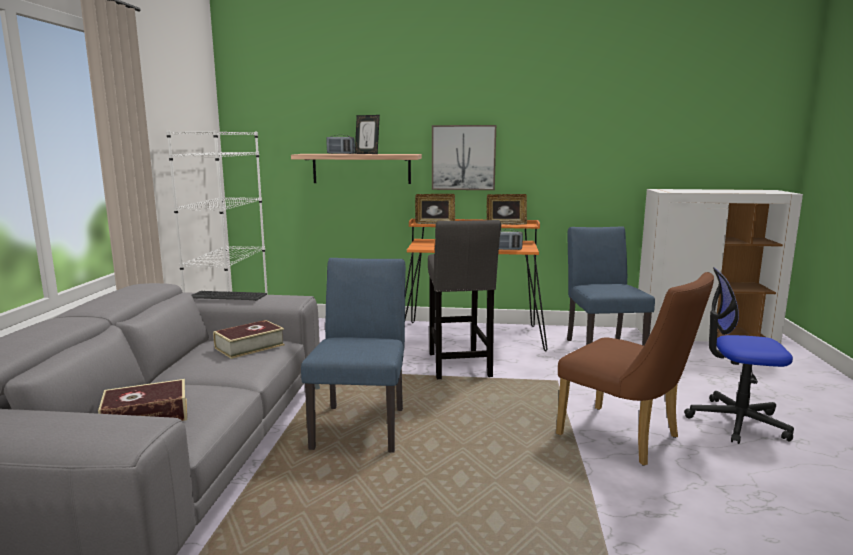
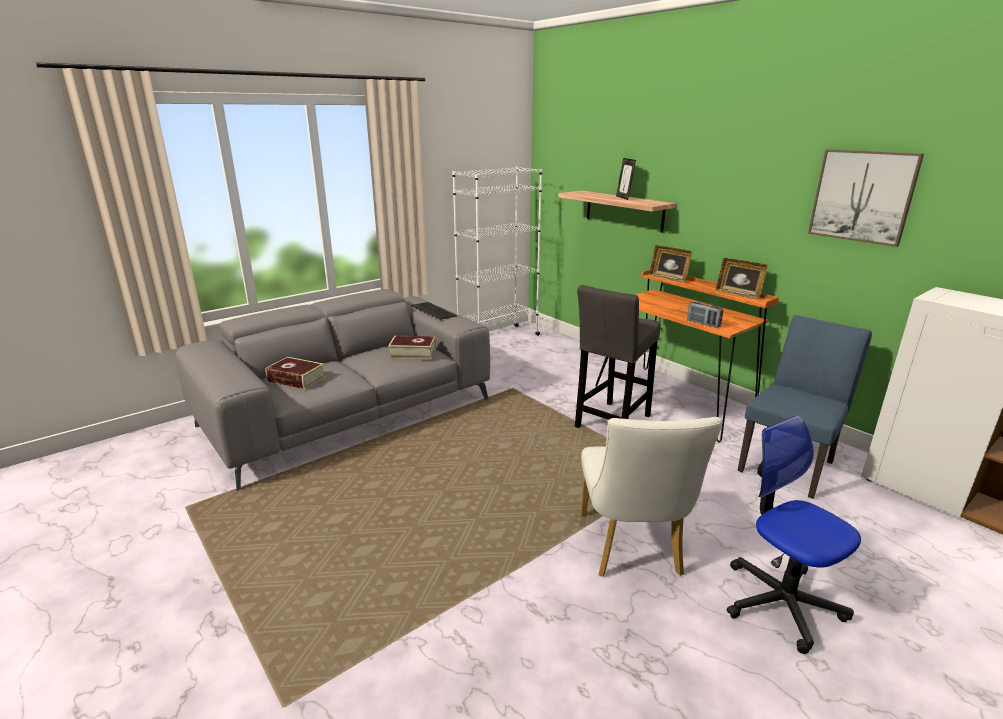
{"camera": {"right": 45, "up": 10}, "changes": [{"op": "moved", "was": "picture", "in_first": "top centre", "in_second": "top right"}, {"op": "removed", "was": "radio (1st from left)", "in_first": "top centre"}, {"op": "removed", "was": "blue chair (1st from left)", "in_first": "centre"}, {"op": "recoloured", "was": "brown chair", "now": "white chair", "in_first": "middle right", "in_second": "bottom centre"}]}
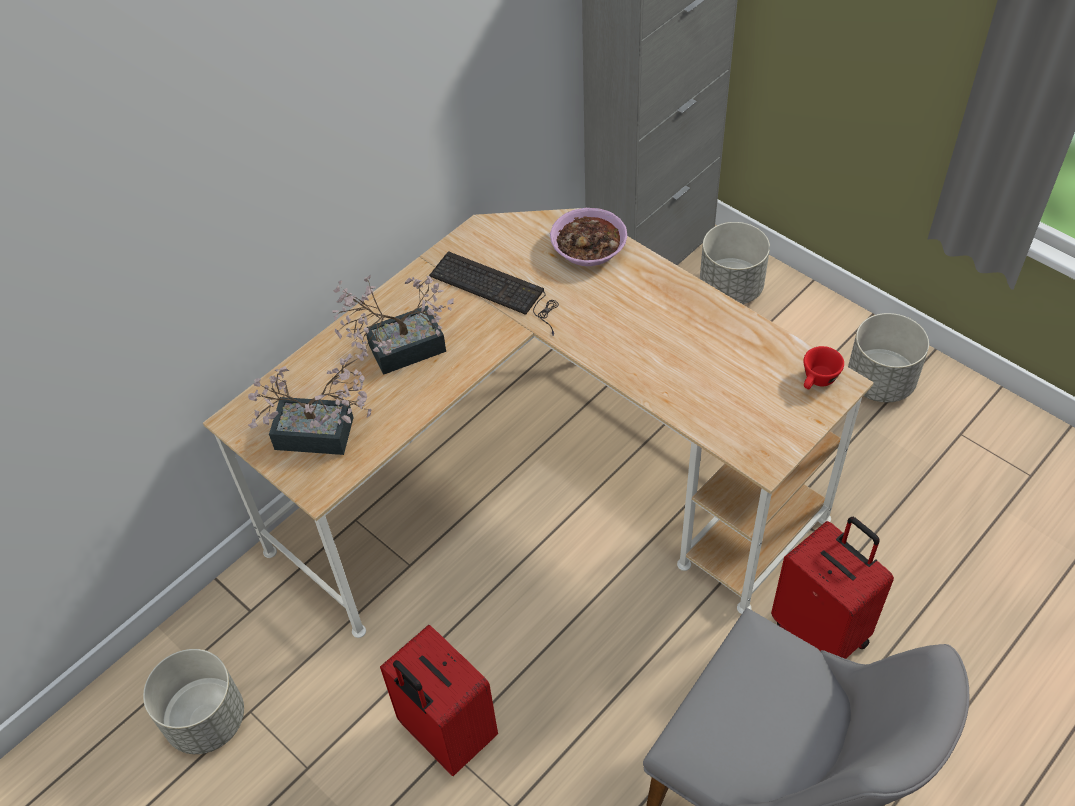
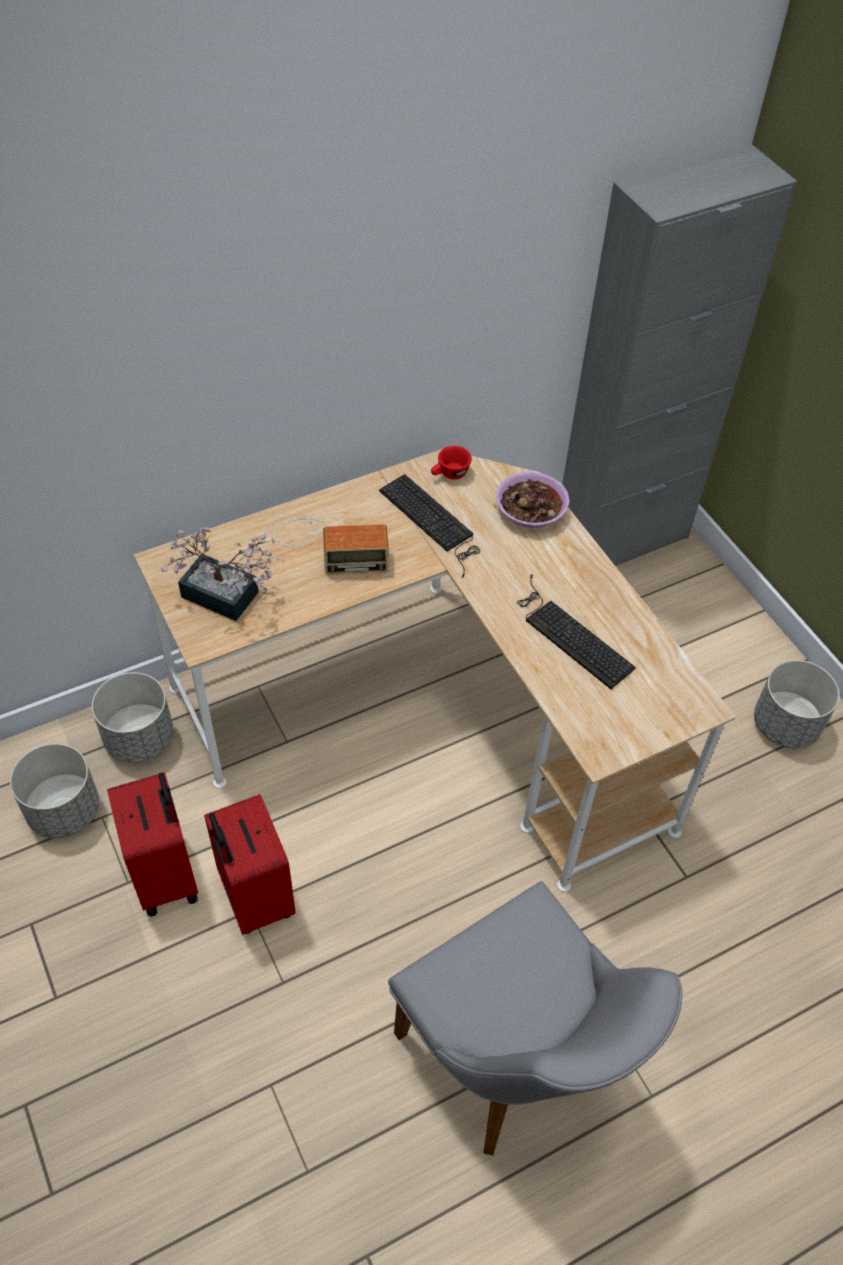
{"camera": {"right": 15, "up": 0}, "changes": [{"op": "moved", "was": "grey planter (2nd from left)", "in_first": "top right", "in_second": "middle left"}, {"op": "replaced", "was": "potted plant (2nd from left)", "now": "radio", "in_first": "centre", "in_second": "centre"}, {"op": "moved", "was": "red cup", "in_first": "middle right", "in_second": "centre"}, {"op": "moved", "was": "red suitcase (2nd from left in the first image)", "now": "red suitcase (1st from left)", "in_first": "bottom right", "in_second": "bottom left"}, {"op": "added", "now": "keyboard (2nd from left)", "in_second": "middle right"}]}
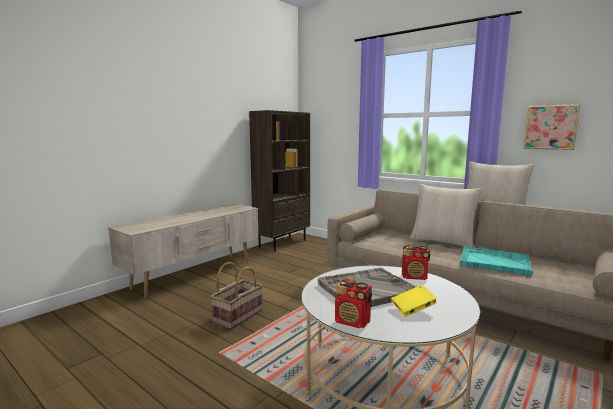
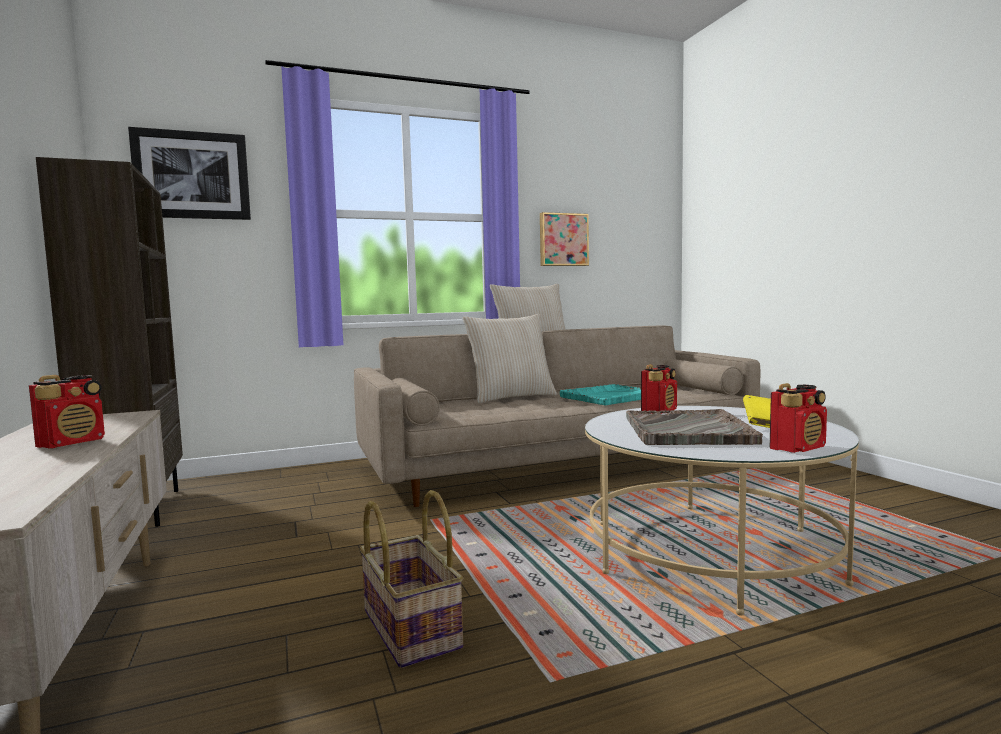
{"camera": {"right": -60, "up": -5}, "changes": [{"op": "added", "now": "picture (1st from left)", "in_second": "top left"}, {"op": "added", "now": "radio (1st from left)", "in_second": "middle left"}]}
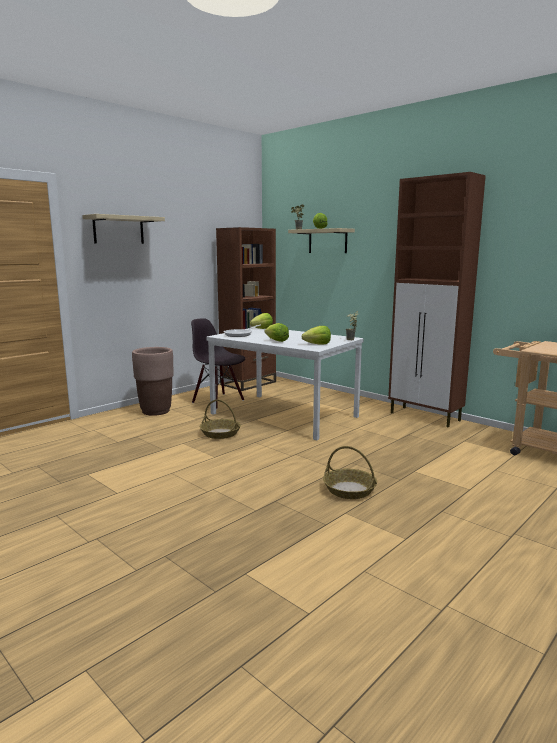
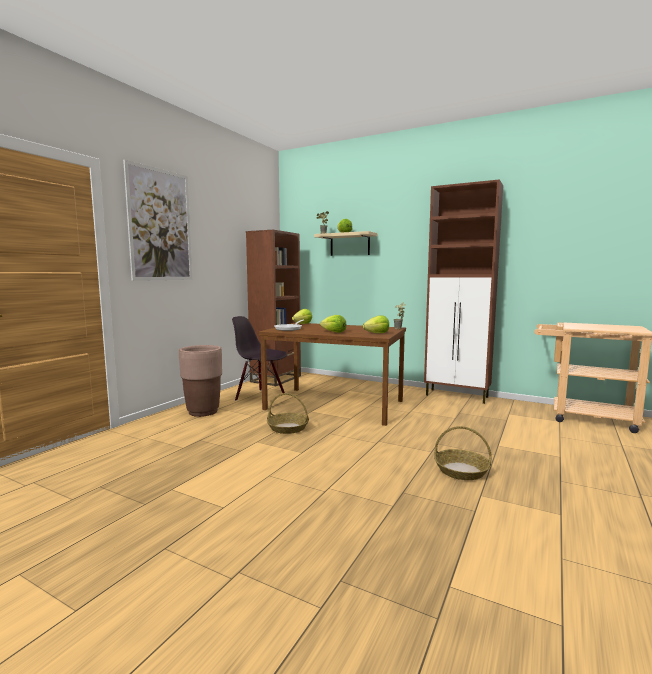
{"camera": {"right": -15, "up": -5}, "changes": [{"op": "replaced", "was": "beige shelf (1st from left)", "now": "picture", "in_first": "top left", "in_second": "top left"}, {"op": "recoloured", "was": "white dining table", "now": "brown dining table", "in_first": "centre", "in_second": "centre"}]}
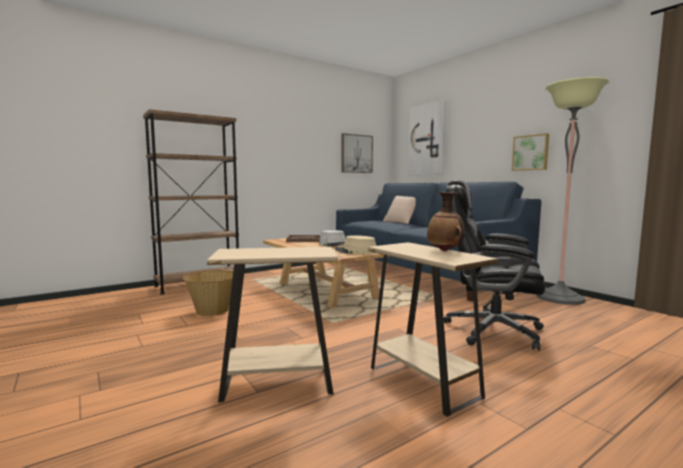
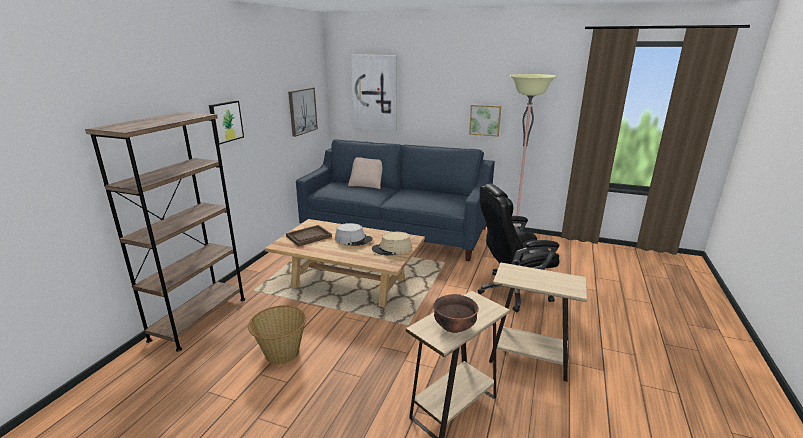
{"camera": {"right": -35, "up": 15}, "changes": [{"op": "removed", "was": "vase", "in_first": "centre"}, {"op": "added", "now": "picture (1st from left)", "in_second": "top left"}, {"op": "added", "now": "brown bowl", "in_second": "bottom centre"}]}
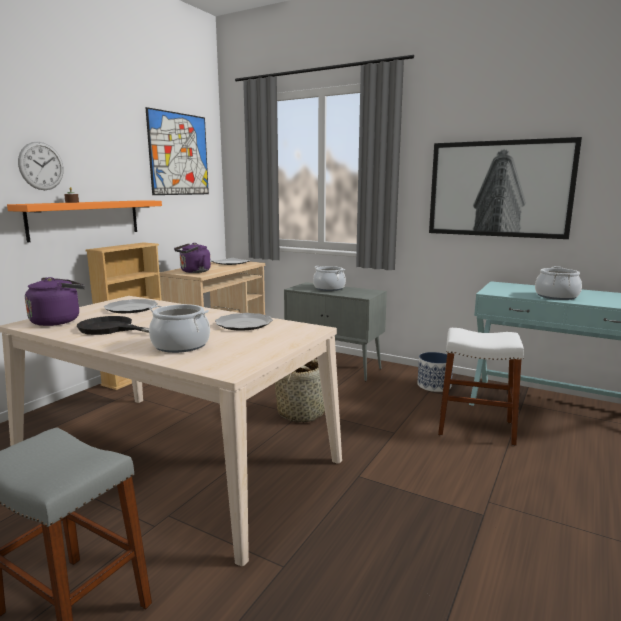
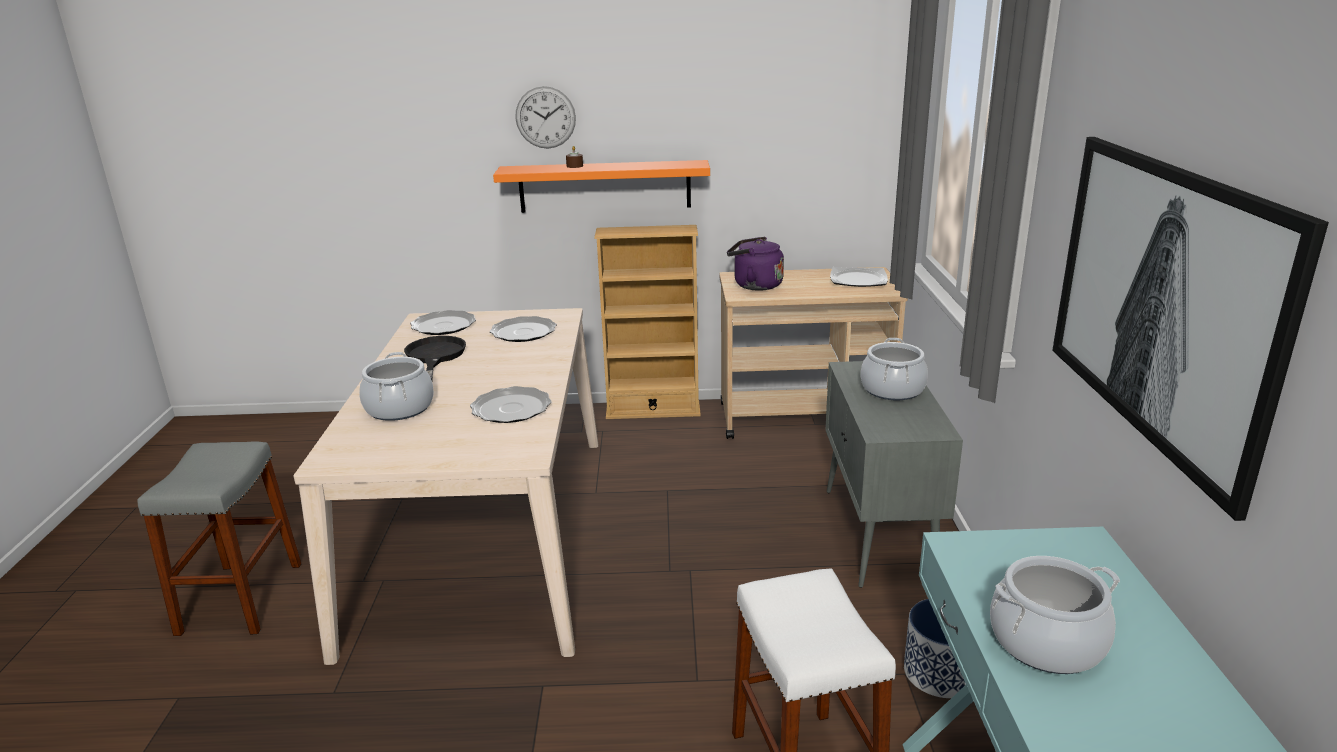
{"camera": {"right": 60, "up": 10}, "changes": [{"op": "removed", "was": "picture (1st from left)", "in_first": "top left"}, {"op": "replaced", "was": "purple kettle (1st from left)", "now": "plate (1st from left)", "in_first": "middle left", "in_second": "middle left"}, {"op": "removed", "was": "basket", "in_first": "centre"}]}
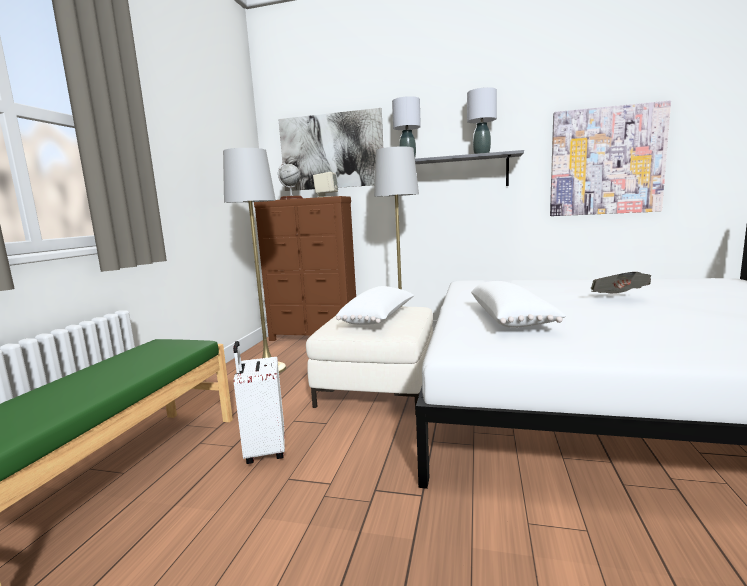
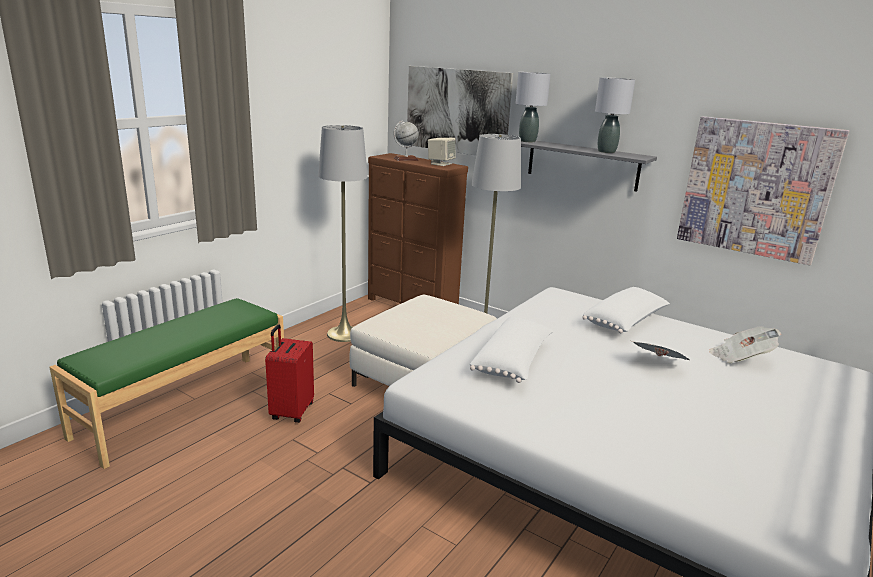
{"camera": {"right": 20, "up": 10}, "changes": [{"op": "moved", "was": "white pillow (1st from left in the first image)", "now": "white pillow (2nd from left)", "in_first": "centre", "in_second": "middle right"}, {"op": "recoloured", "was": "white suitcase", "now": "red suitcase", "in_first": "bottom centre", "in_second": "middle left"}, {"op": "added", "now": "newspaper (2nd from left)", "in_second": "middle right"}]}
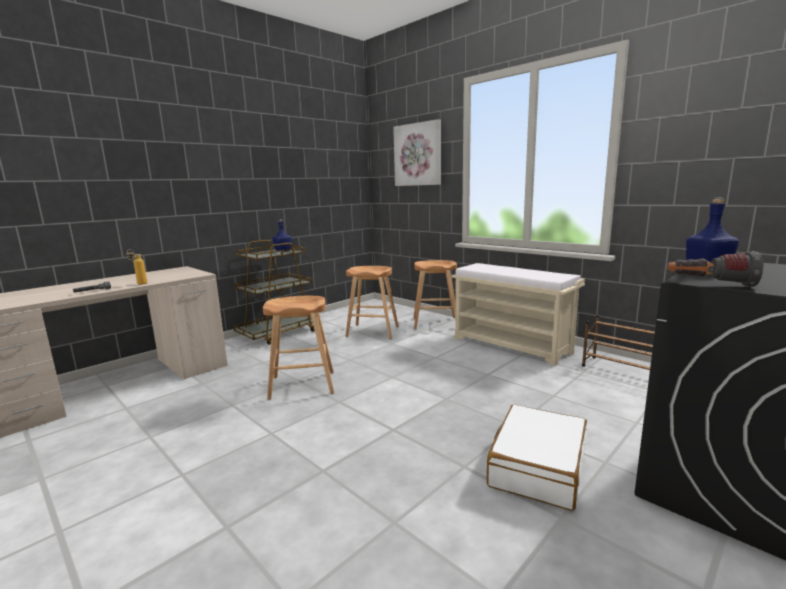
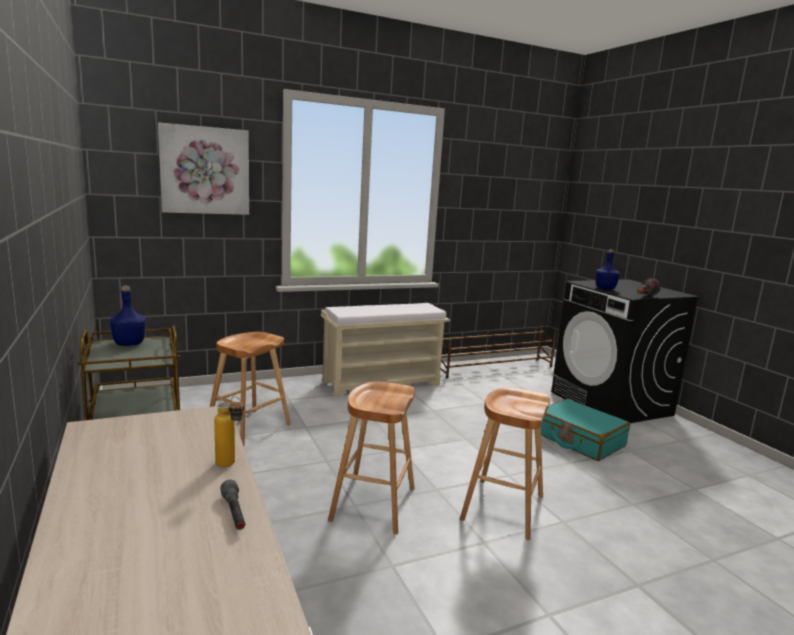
{"camera": {"right": -70, "up": 0}, "changes": [{"op": "moved", "was": "brown stool (3rd from left)", "in_first": "centre", "in_second": "bottom centre"}, {"op": "recoloured", "was": "white suitcase", "now": "turquoise suitcase", "in_first": "bottom right", "in_second": "bottom right"}]}
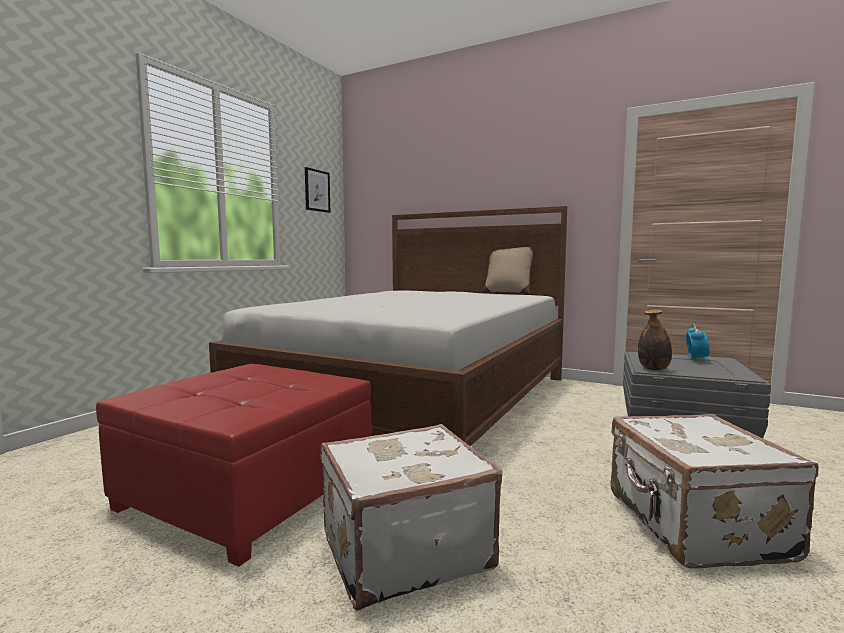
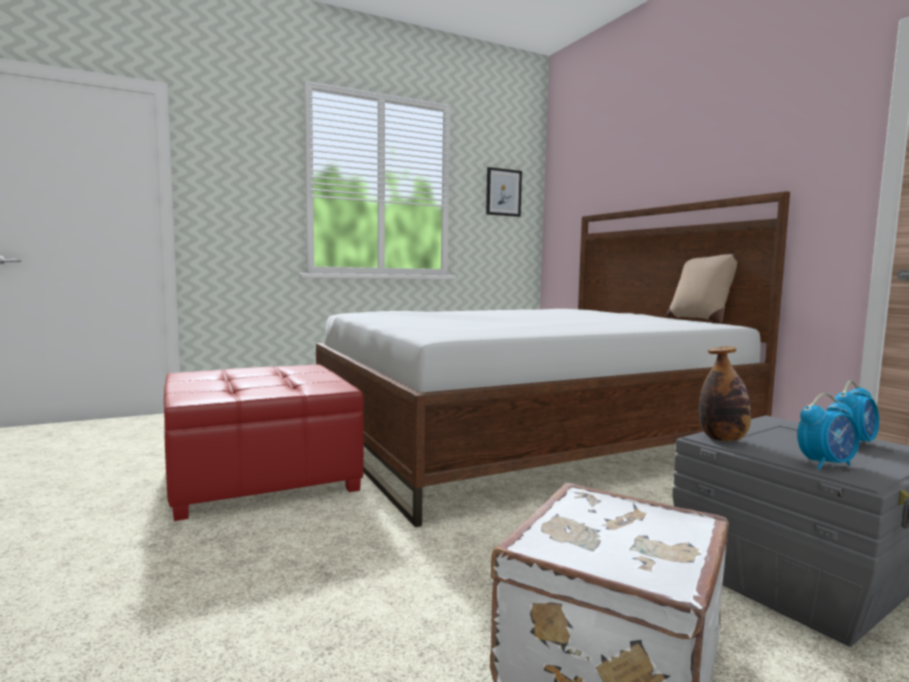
{"camera": {"right": 35, "up": 0}, "changes": [{"op": "removed", "was": "white suitcase (1st from left)", "in_first": "bottom centre"}, {"op": "added", "now": "alarm clock (1st from left)", "in_second": "middle right"}]}
